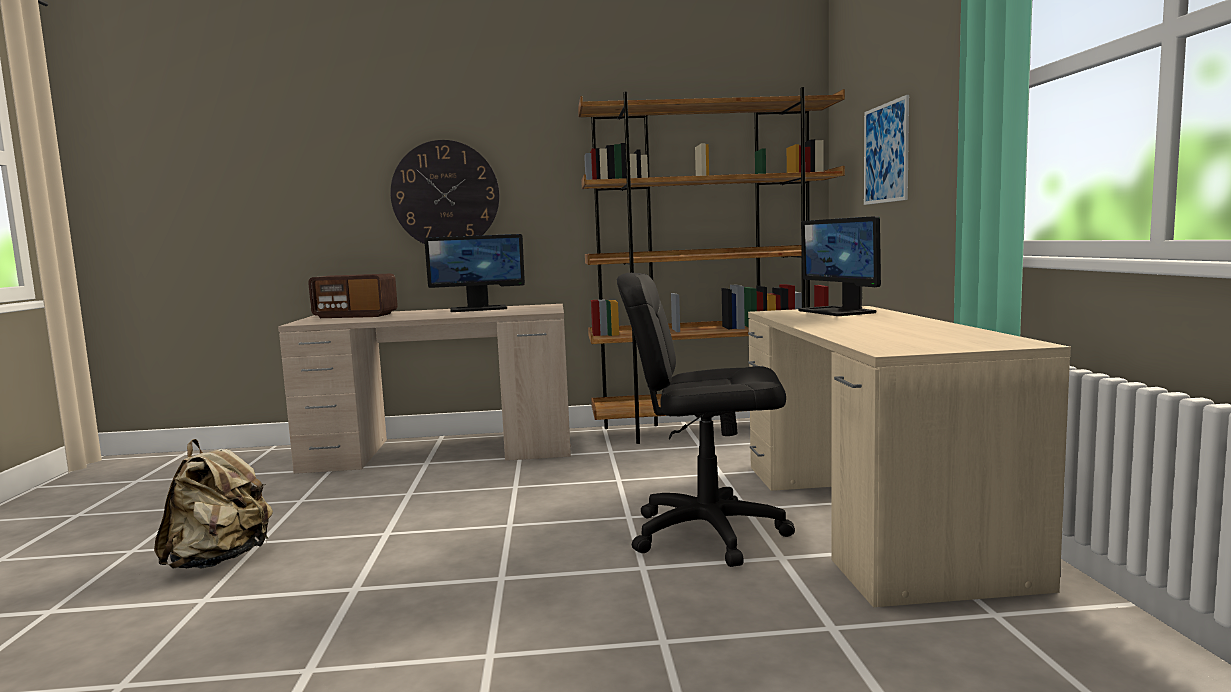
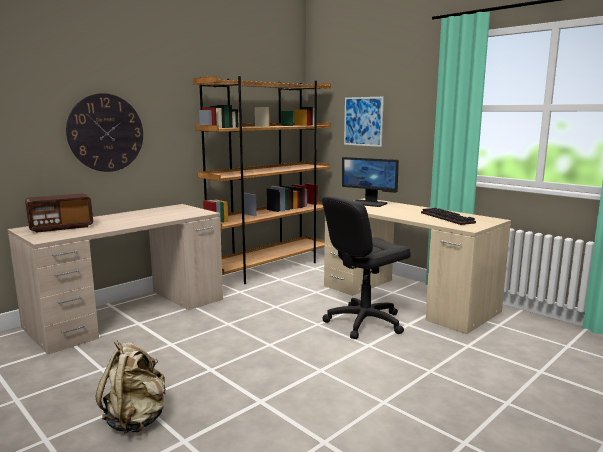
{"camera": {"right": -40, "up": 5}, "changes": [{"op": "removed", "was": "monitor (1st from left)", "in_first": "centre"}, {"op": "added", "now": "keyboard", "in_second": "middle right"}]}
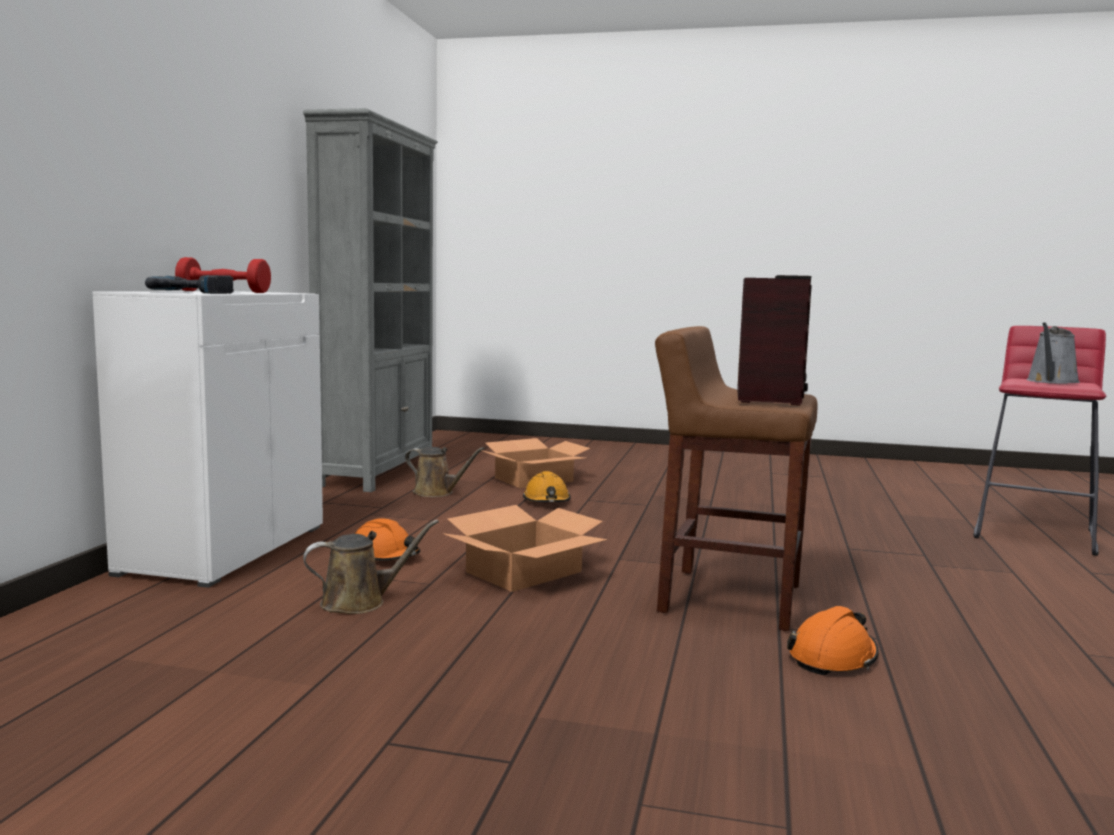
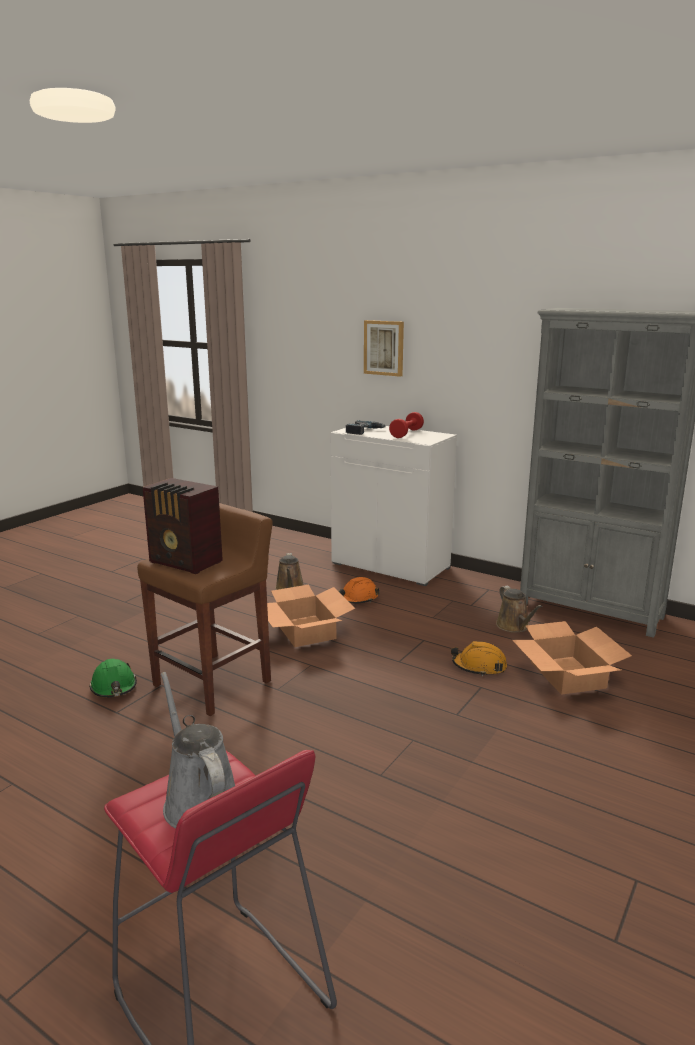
{"camera": {"right": 110, "up": 10}, "changes": [{"op": "turned", "was": "brown watering can (2nd from left)", "in_first": "centre", "in_second": "middle right", "clockwise": -60}, {"op": "recoloured", "was": "orange hard hat (3rd from left)", "now": "green hard hat", "in_first": "bottom right", "in_second": "middle left"}, {"op": "added", "now": "picture", "in_second": "top centre"}]}
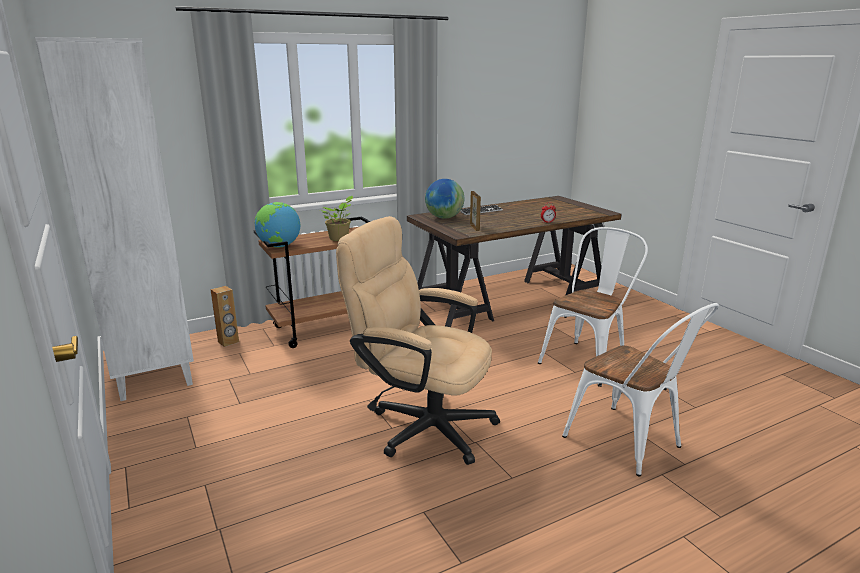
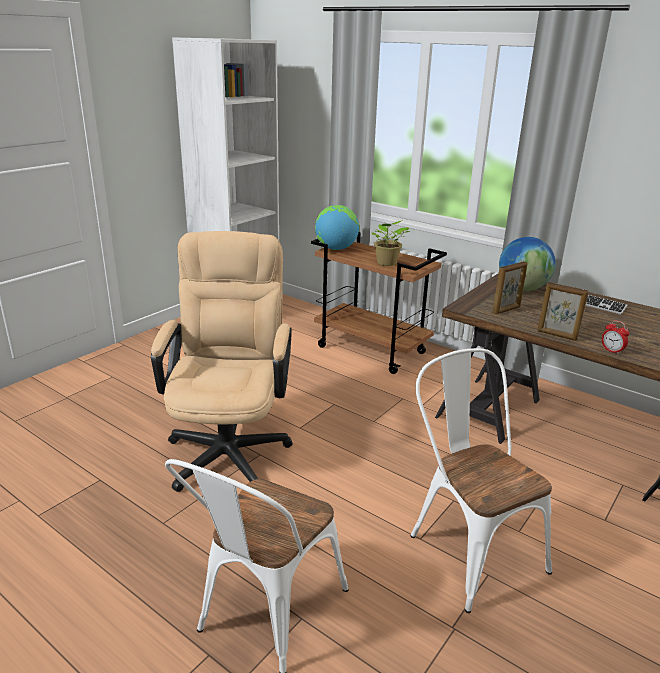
{"camera": {"right": 65, "up": 5}, "changes": [{"op": "turned", "was": "white chair (1st from left in the first image)", "in_first": "middle right", "in_second": "bottom right", "clockwise": -135}, {"op": "removed", "was": "brown speaker", "in_first": "middle left"}, {"op": "added", "now": "picture frame (2nd from left)", "in_second": "middle right"}]}
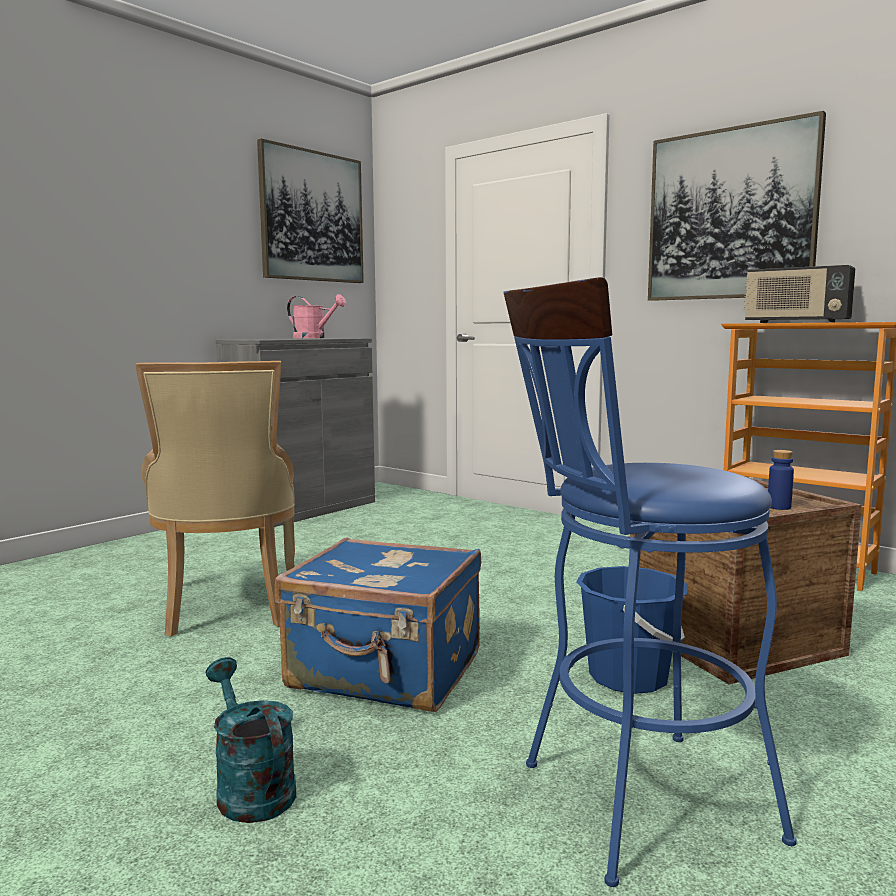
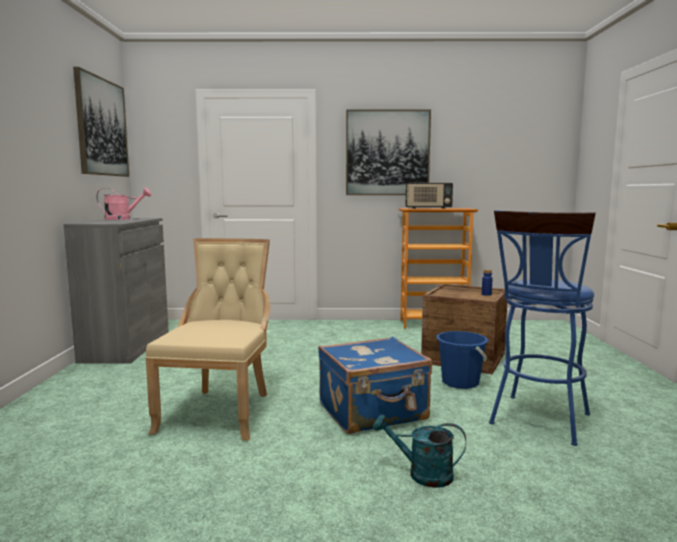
{"camera": {"right": -40, "up": 0}, "changes": [{"op": "turned", "was": "beige chair", "in_first": "middle left", "in_second": "middle left", "clockwise": -120}]}
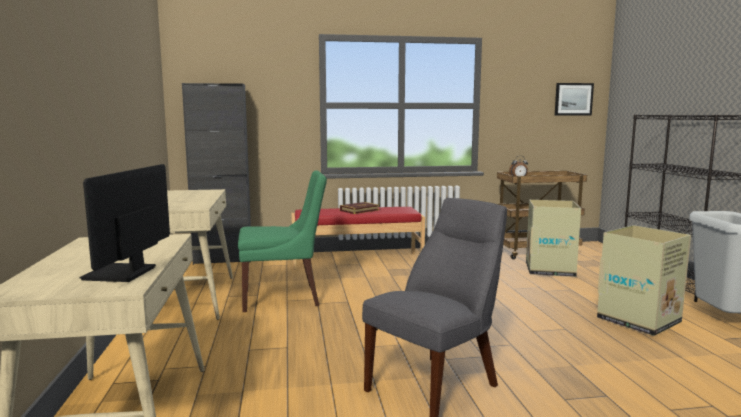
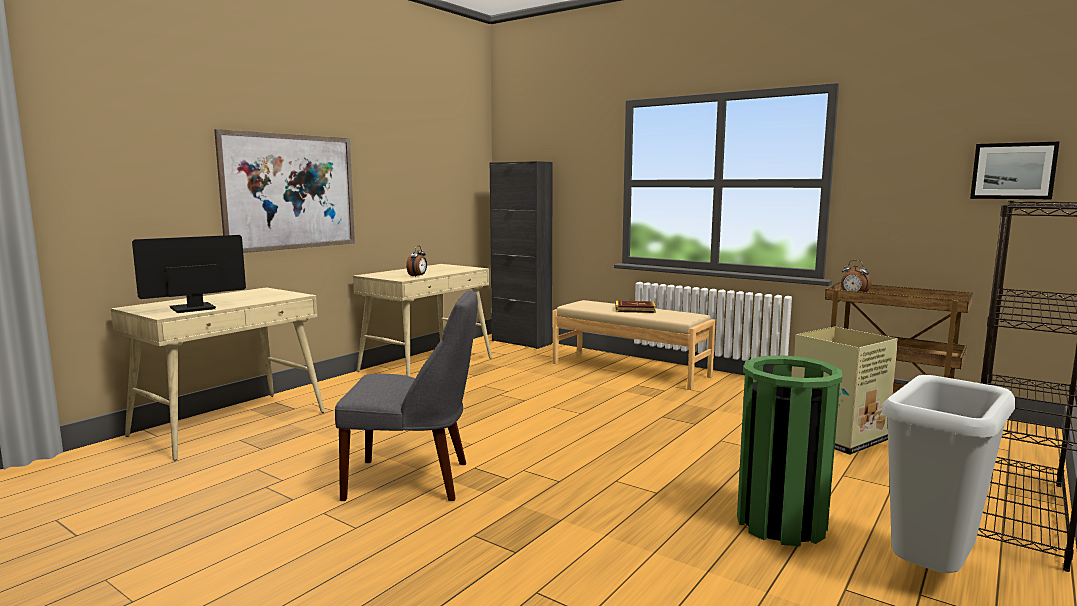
{"camera": {"right": 45, "up": 0}, "changes": [{"op": "removed", "was": "green chair", "in_first": "centre"}, {"op": "recoloured", "was": "red bench", "now": "beige bench", "in_first": "centre", "in_second": "centre"}, {"op": "replaced", "was": "cardboard box (2nd from left)", "now": "green trash can", "in_first": "bottom right", "in_second": "bottom right"}, {"op": "added", "now": "picture (1st from left)", "in_second": "top left"}, {"op": "added", "now": "alarm clock (1st from left)", "in_second": "centre"}]}
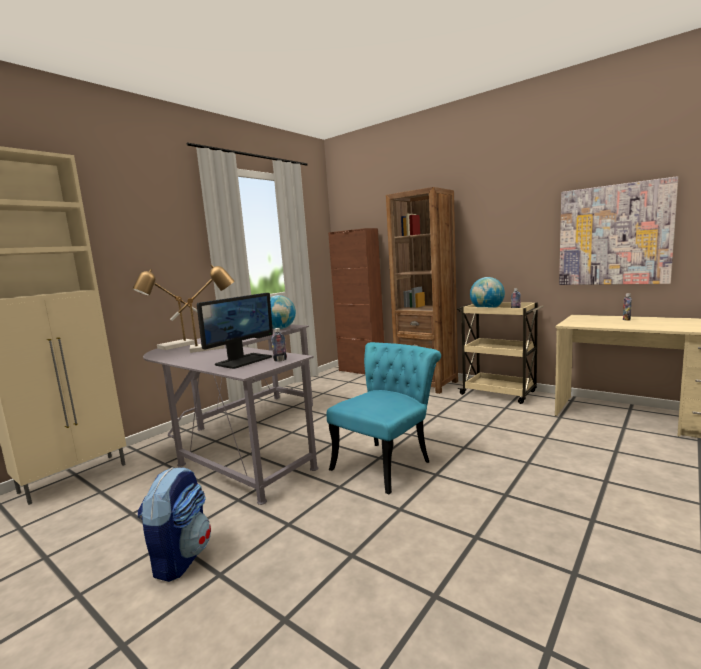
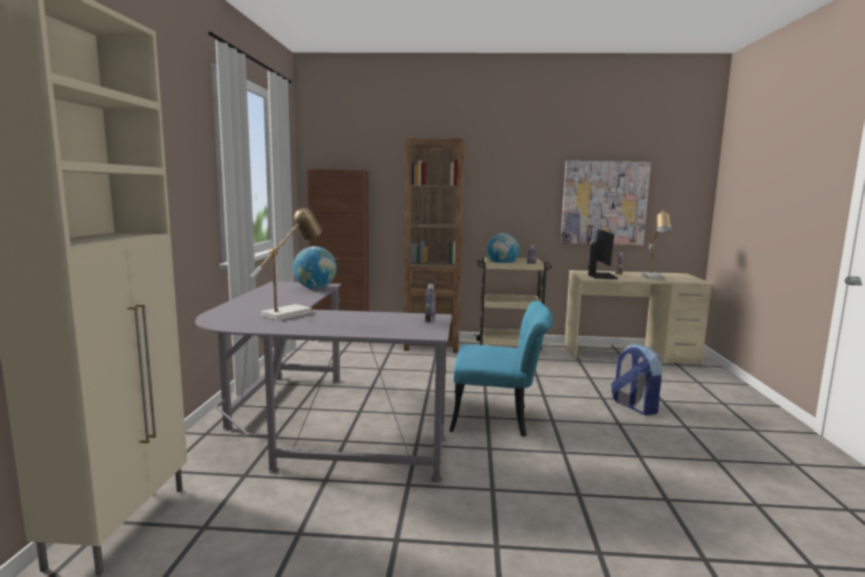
{"camera": {"right": -35, "up": 0}, "changes": [{"op": "moved", "was": "table lamp (1st from left in the first image)", "now": "table lamp (2nd from left)", "in_first": "middle left", "in_second": "middle right"}, {"op": "moved", "was": "monitor", "in_first": "centre", "in_second": "middle right"}, {"op": "turned", "was": "turquoise chair", "in_first": "centre", "in_second": "centre", "clockwise": 90}, {"op": "moved", "was": "backpack", "in_first": "bottom left", "in_second": "middle right"}]}
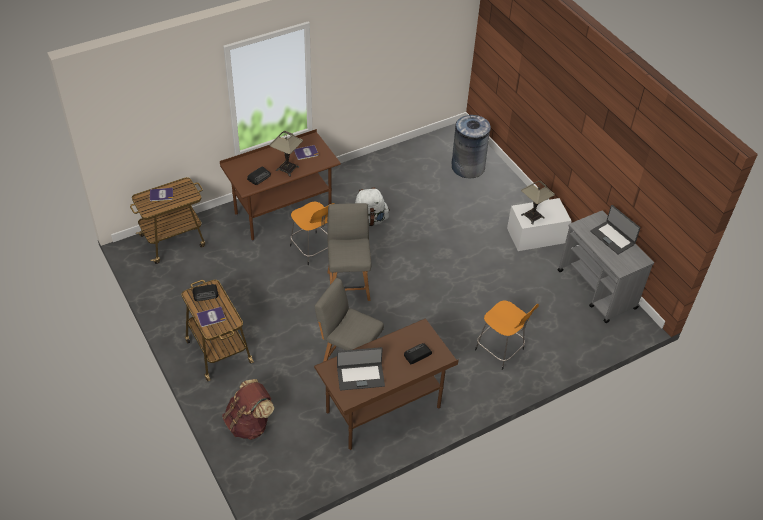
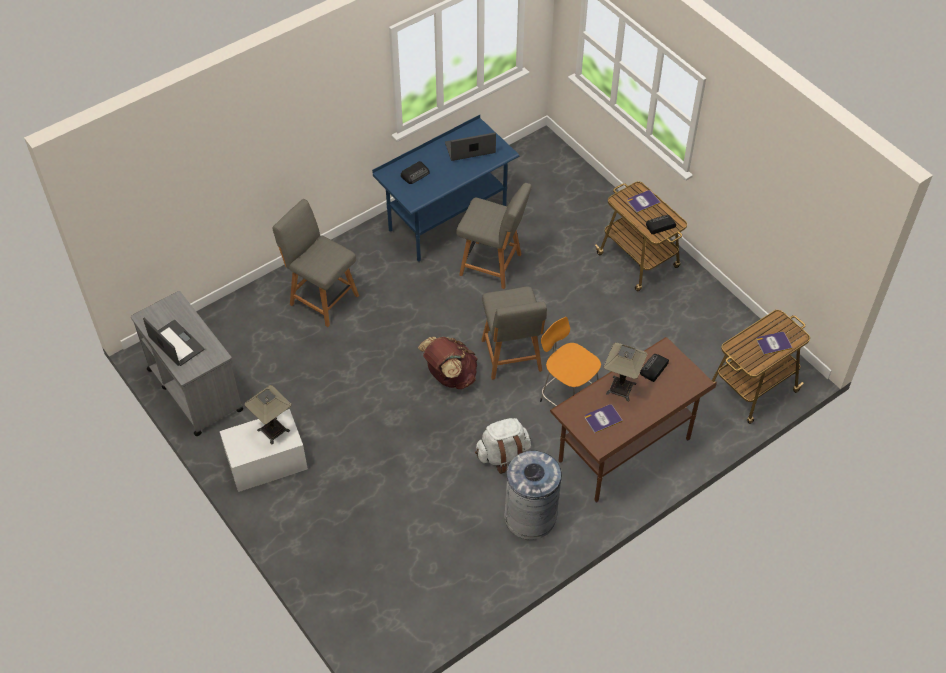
{"camera": {"right": 175, "up": 5}, "changes": [{"op": "moved", "was": "grey trash can", "in_first": "top centre", "in_second": "bottom centre"}, {"op": "replaced", "was": "orange stool (2nd from left)", "now": "grey chair (1st from left)", "in_first": "centre", "in_second": "middle left"}, {"op": "recoloured", "was": "brown desk (2nd from left)", "now": "blue desk", "in_first": "bottom centre", "in_second": "top centre"}, {"op": "moved", "was": "brown backpack", "in_first": "bottom left", "in_second": "centre"}]}
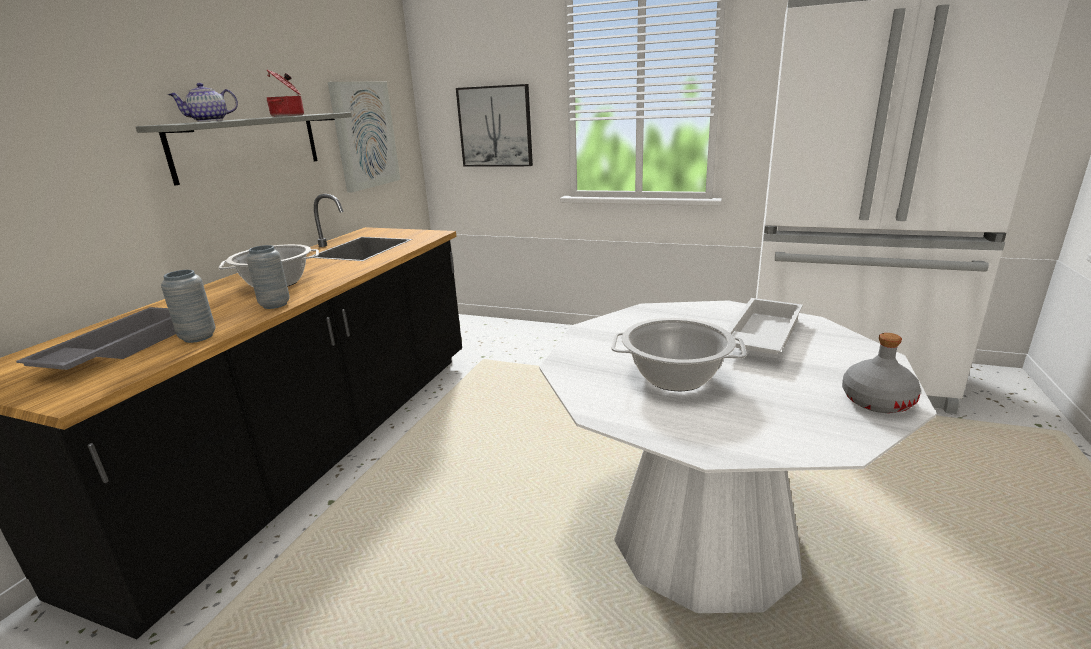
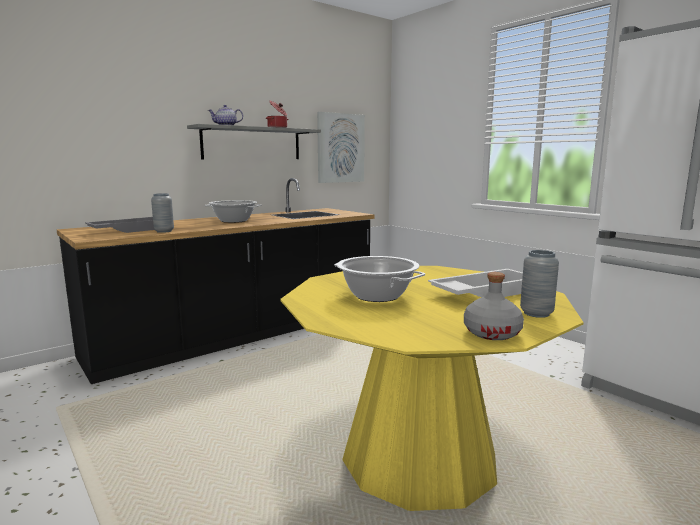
{"camera": {"right": 30, "up": -10}, "changes": [{"op": "removed", "was": "picture (2nd from left)", "in_first": "top centre"}, {"op": "moved", "was": "grey vase (2nd from left)", "in_first": "middle left", "in_second": "middle right"}, {"op": "recoloured", "was": "white dining table", "now": "yellow dining table", "in_first": "bottom right", "in_second": "bottom centre"}]}
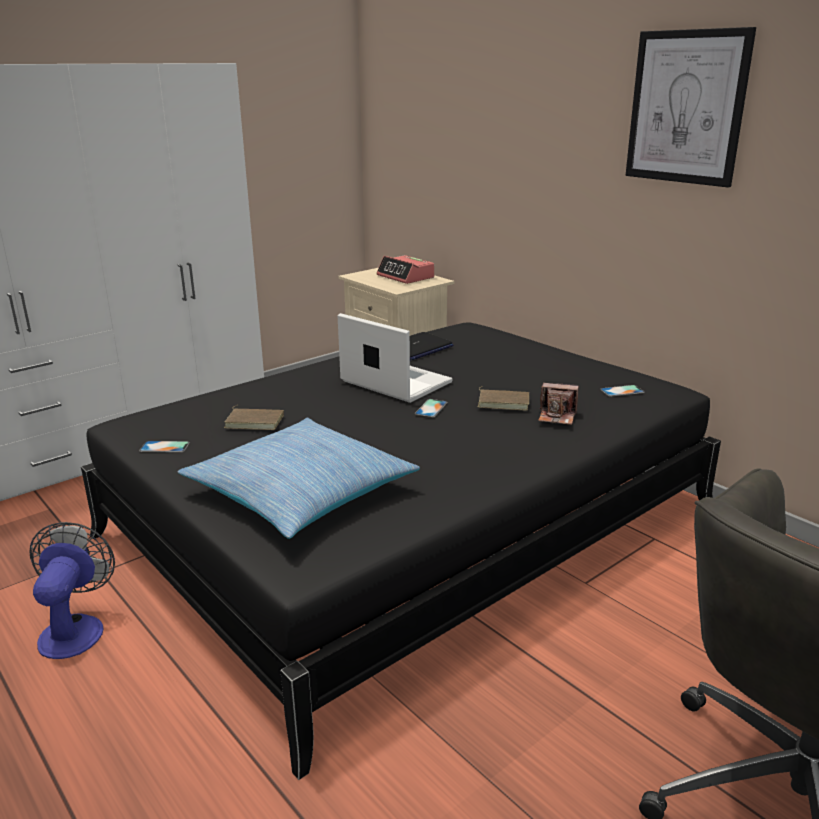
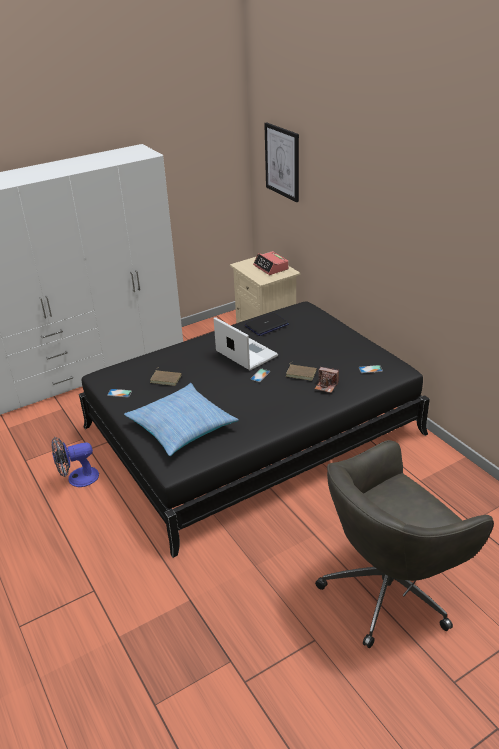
{"camera": {"right": 10, "up": 10}, "changes": [{"op": "moved", "was": "picture", "in_first": "top right", "in_second": "top centre"}, {"op": "turned", "was": "fan", "in_first": "bottom left", "in_second": "middle left", "clockwise": -120}]}
